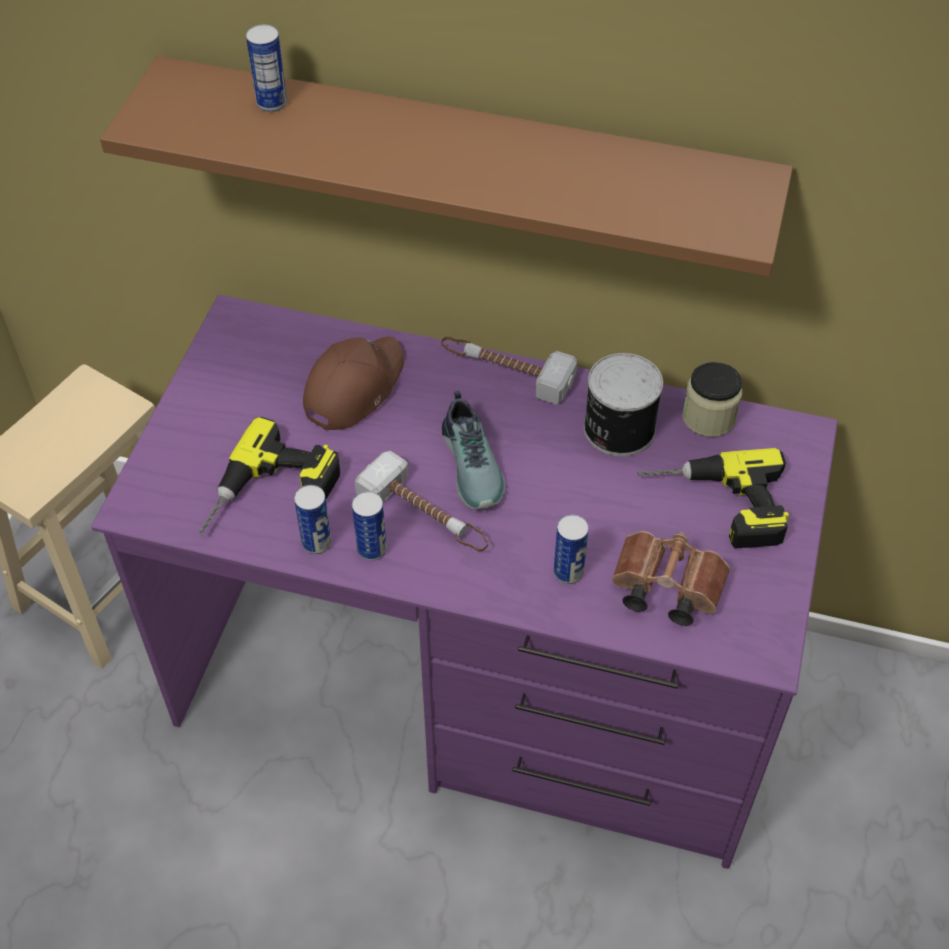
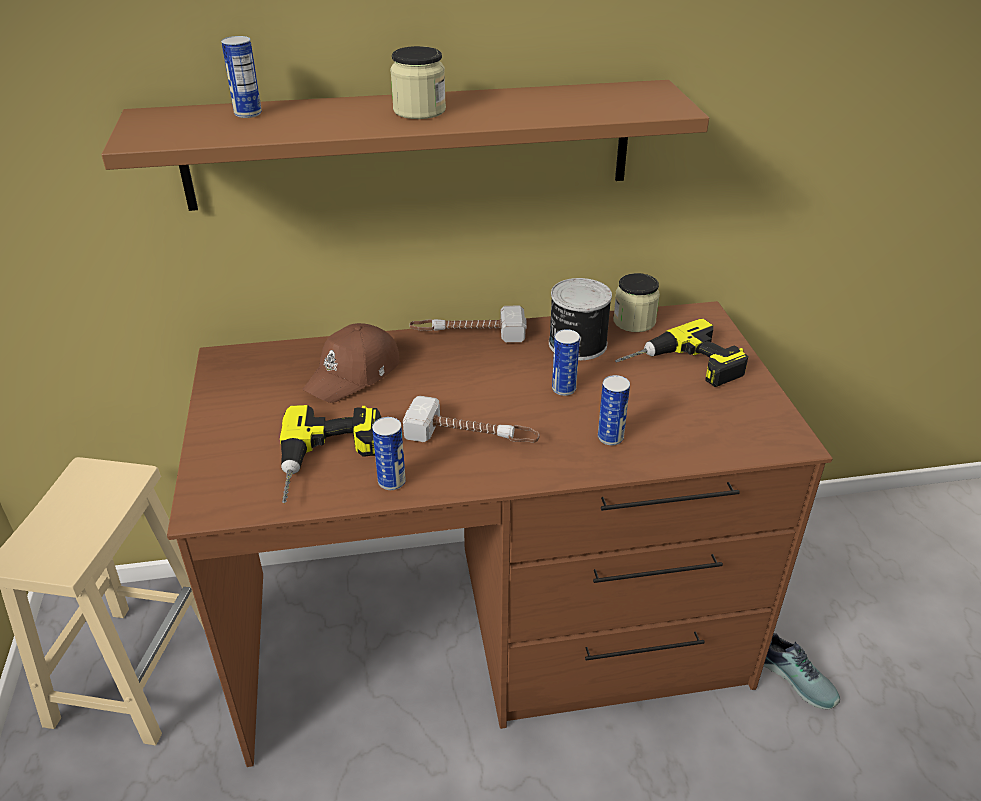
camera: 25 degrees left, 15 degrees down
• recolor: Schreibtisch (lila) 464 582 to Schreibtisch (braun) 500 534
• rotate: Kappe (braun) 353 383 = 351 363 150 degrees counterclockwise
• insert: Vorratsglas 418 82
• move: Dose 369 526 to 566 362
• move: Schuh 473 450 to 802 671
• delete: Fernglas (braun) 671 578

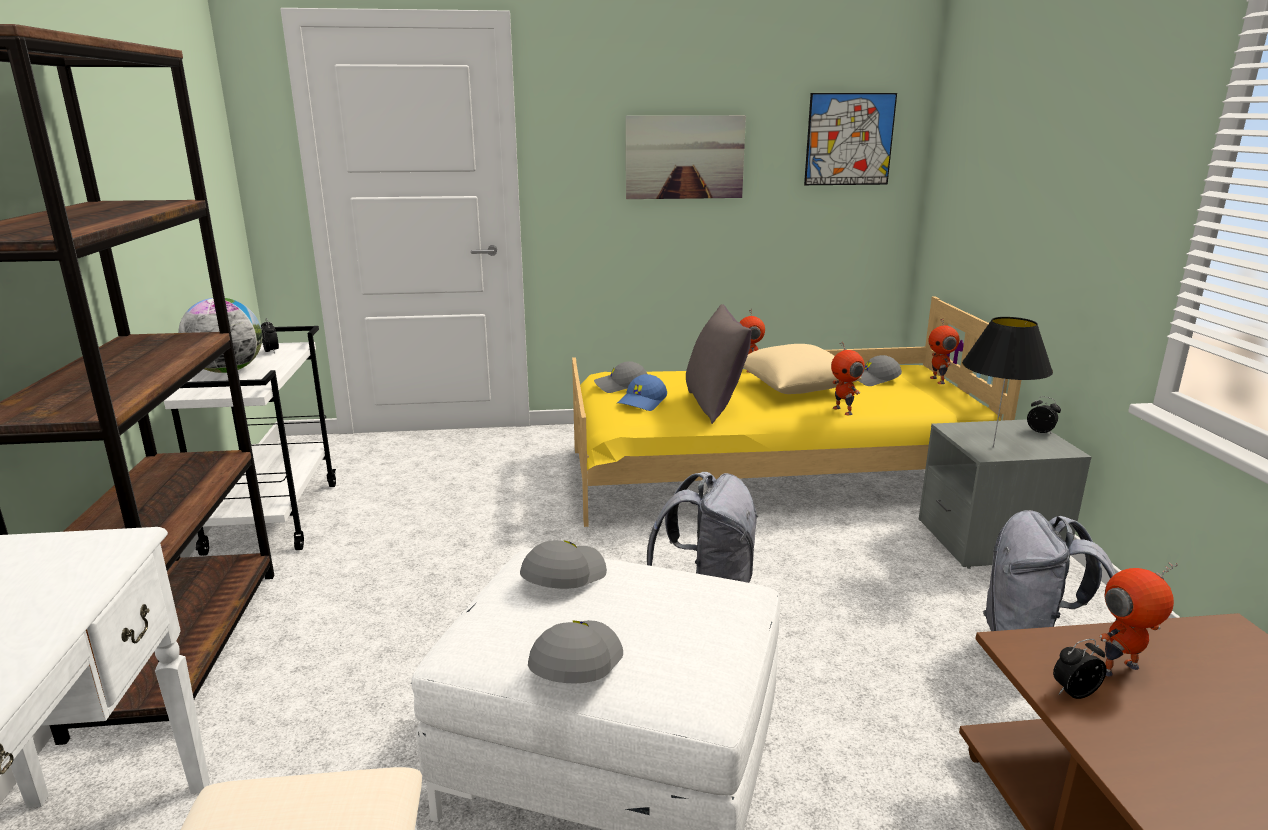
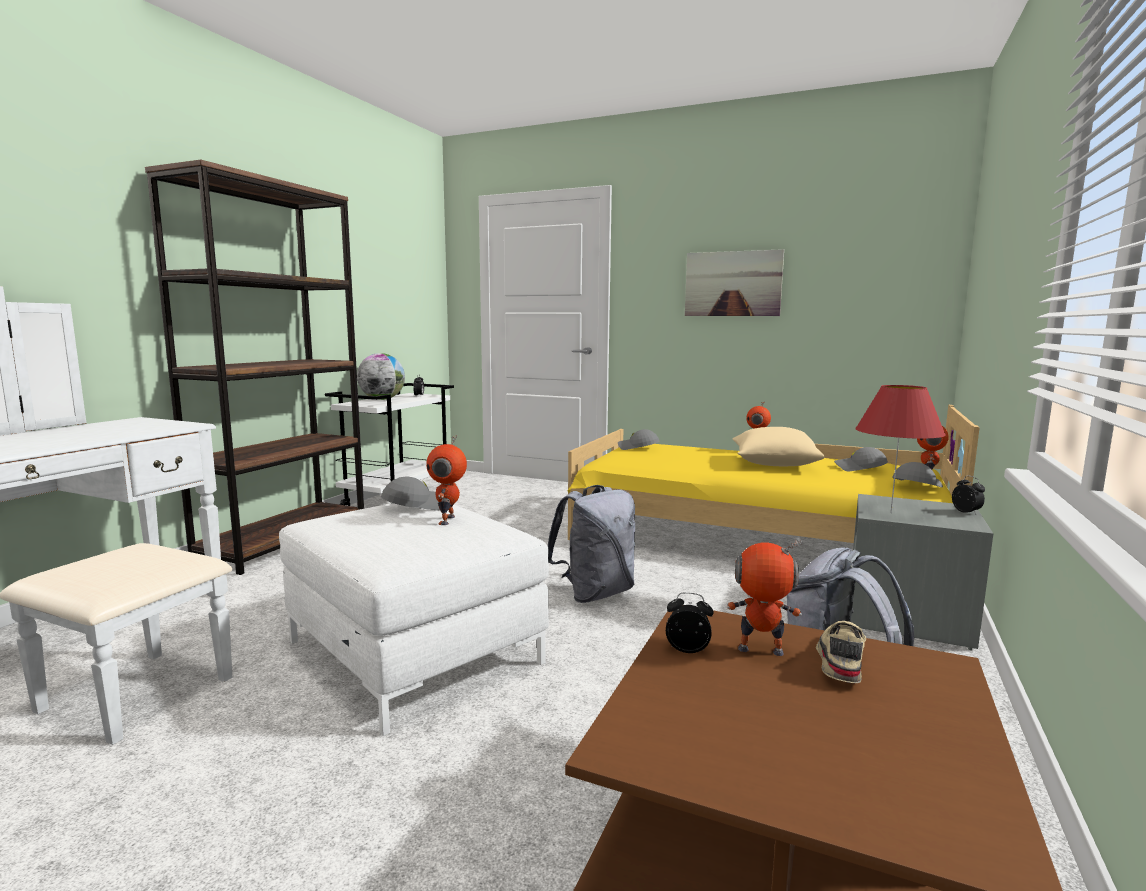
camera: 30 degrees right, 10 degrees down
• move: Spielzeugroboter 848 378 to 446 480
• insert: Schuh (beige) 841 652
• recolor: Tischlampe (schwarz) 1007 382 to Tischlampe (rot) 900 449
• move: Kappe (grau) 575 652 to 917 475
• delete: Kappe (blau) 641 392
• delete: Kissen (grau) 718 364
• delete: Bild 850 139

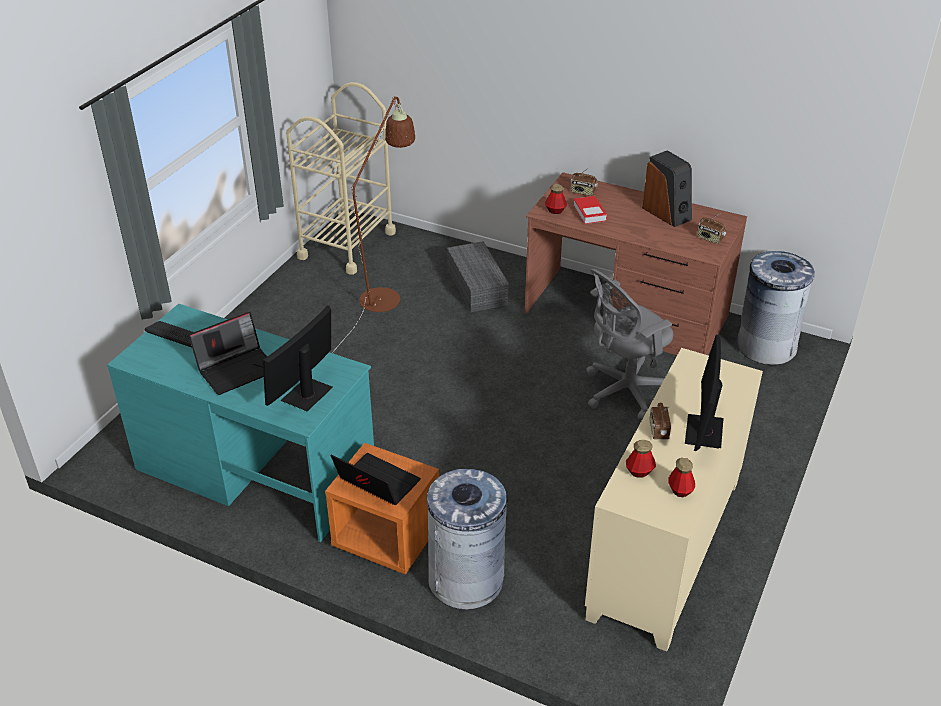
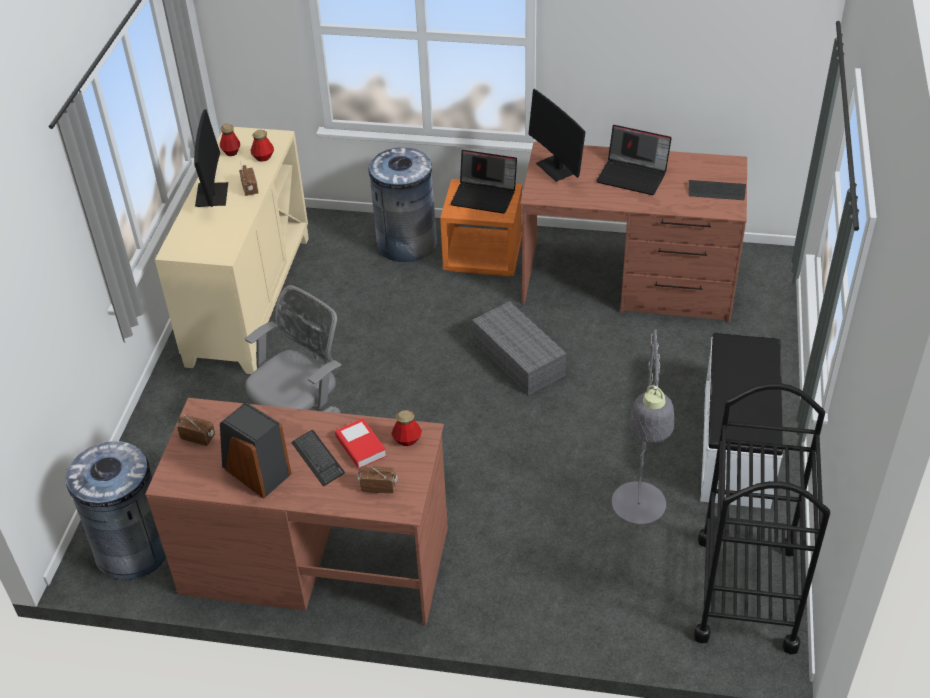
camera: 165 degrees right, 5 degrees up
• insert: Tastatur 318 458
• move: Aufbewahrungsbox (grau) 478 276 to 519 348
• recolor: Schreibtisch (türkis) 240 423 to Schreibtisch (braun) 633 232
• rotate: Monitor 297 358 = 557 135 135 degrees clockwise
• rotate: Laptop 228 353 = 634 160 105 degrees counterclockwise
• recolor: Stehlampe (braun) 373 224 to Stehlampe (grau) 643 426
• recolor: Rollwagen (beige) 341 178 to Rollwagen (schwarz) 762 518
• insert: Bank (weiß) 741 421

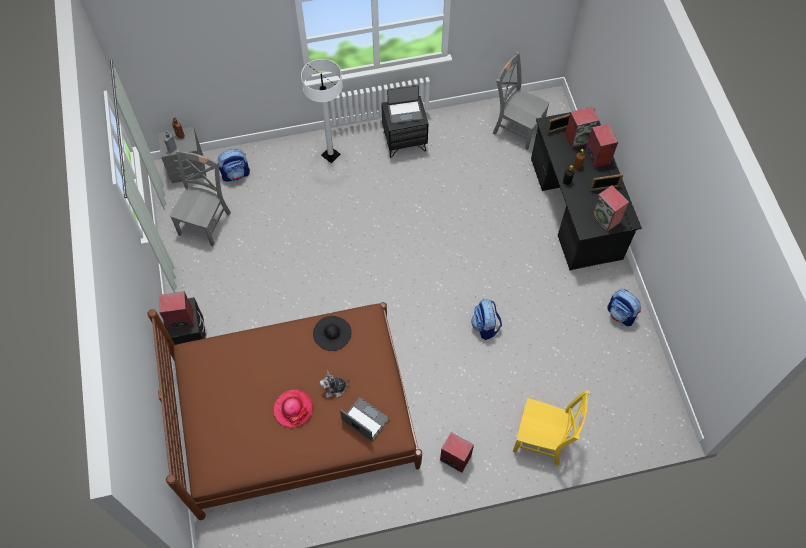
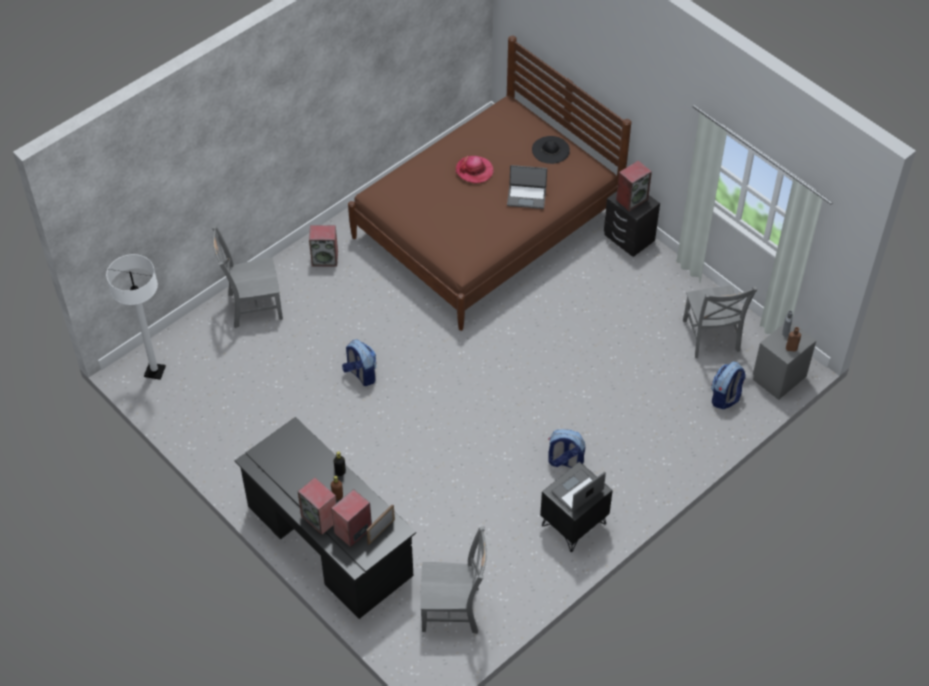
camera: 150 degrees right, 10 degrees down
• move: Stehlampe (weiß) 322 111 to 136 317
• recolor: Stuhl (gelb) 551 428 to Stuhl (grau) 247 277
• move: Laptop 364 419 to 527 187
• move: Hut (schwarz) 332 333 to 551 150
• move: Rucksack 624 307 to 566 448
• delete: Plüschtier 335 384
• delete: Bilderrahmen 607 182
• delete: Lautsprecher 610 208

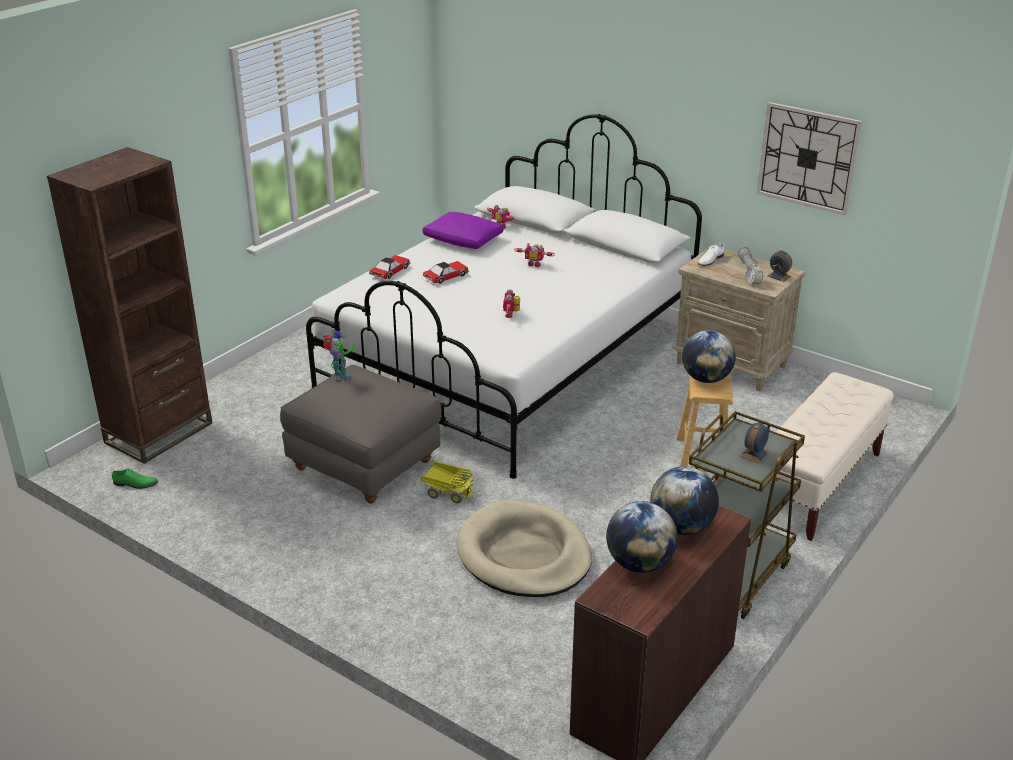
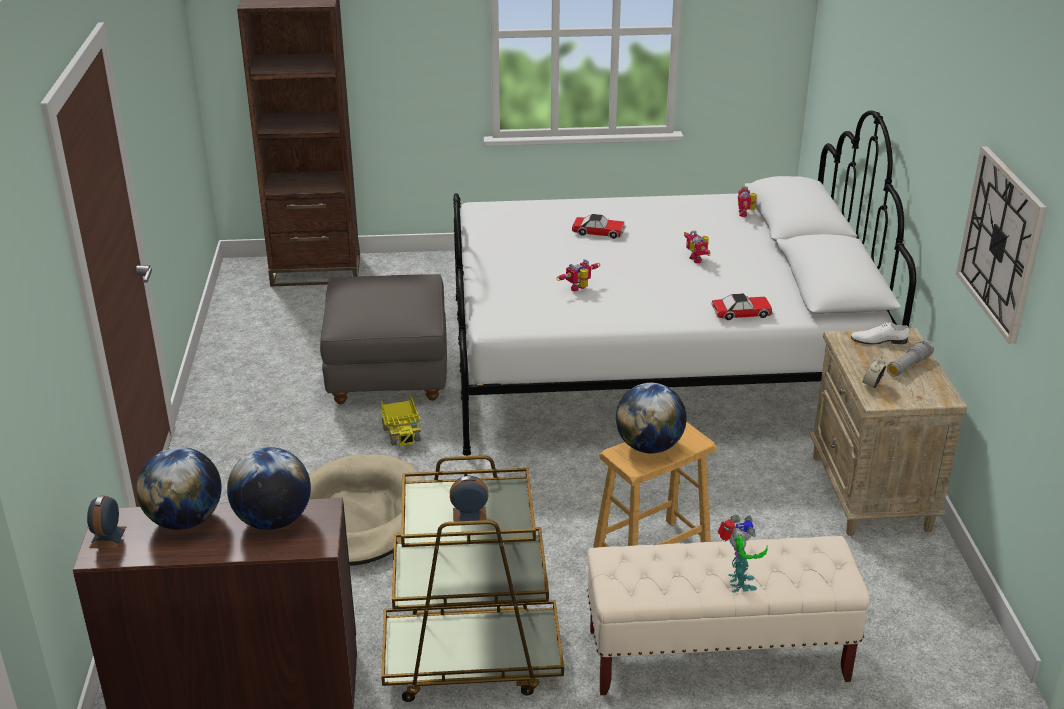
camera: 50 degrees right, 0 degrees up
• move: Wecker 780 266 to 106 522
• move: Spielzeugauto 389 267 to 742 307
• move: Spielzeugroboter 338 356 to 742 554
• delete: Schuh (grün) 135 479
• delete: Kissen (lila) 463 230

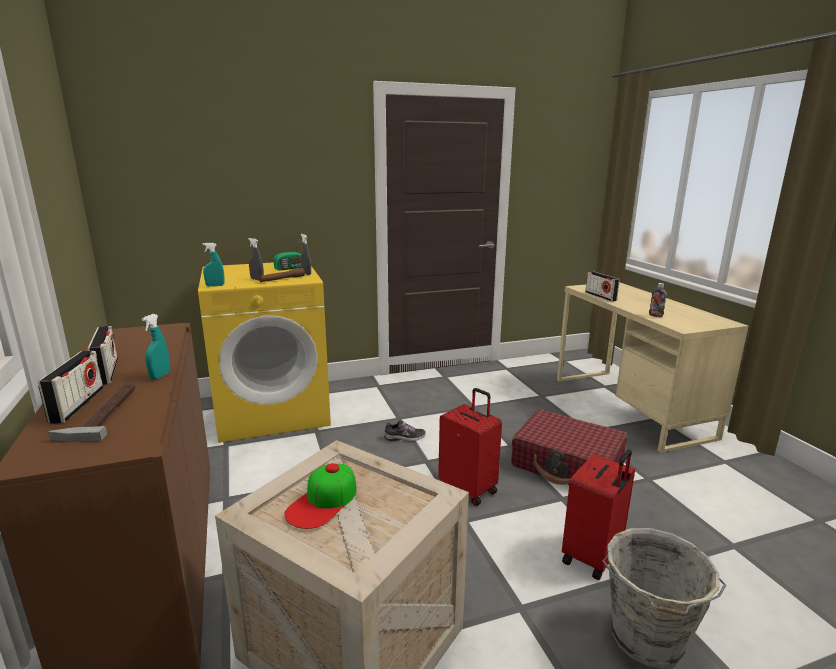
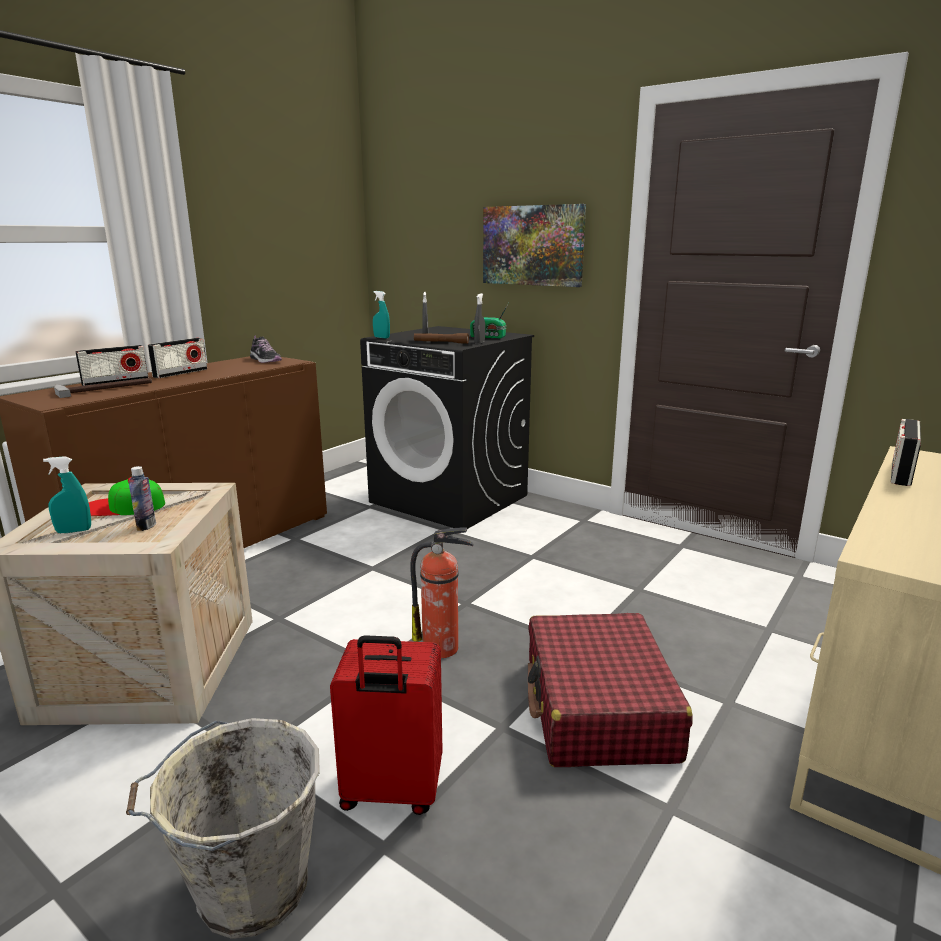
camera: 55 degrees right, 0 degrees up
• move: Sprühflasche (türkis) 156 347 to 67 494
• move: Flasche 658 300 to 142 498
• move: Schuh 405 430 to 266 349
• recolor: Waschmaschine (gelb) 264 352 to Waschmaschine (schwarz) 447 427
• replace: Koffer (rot) 470 447 to Feuerlöscher 442 592
• insert: Bild 534 245

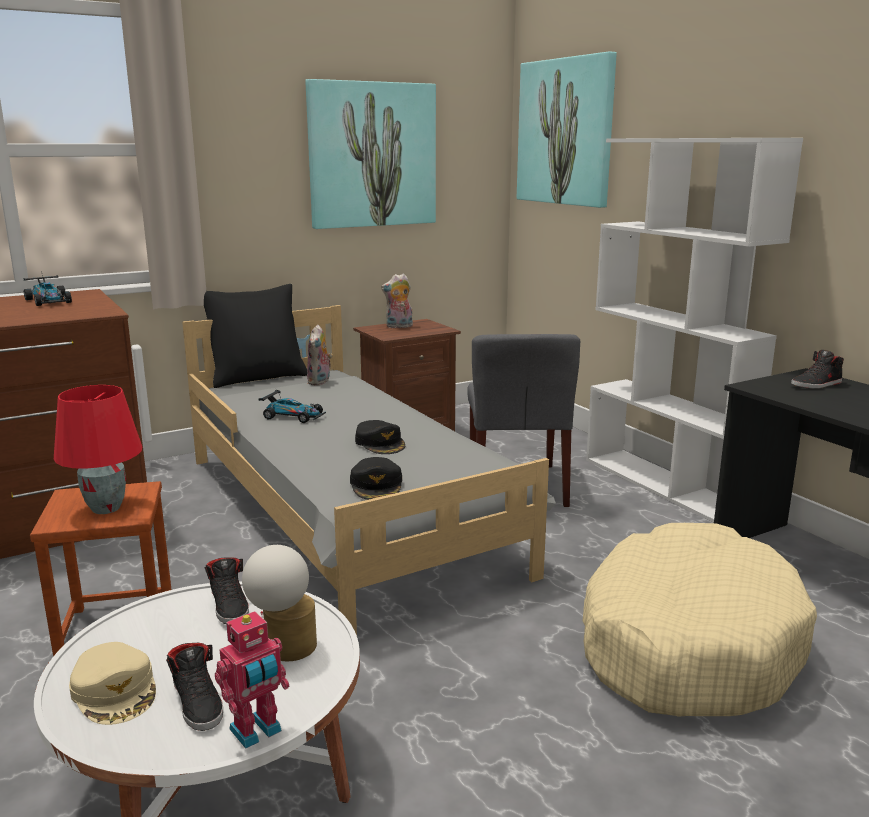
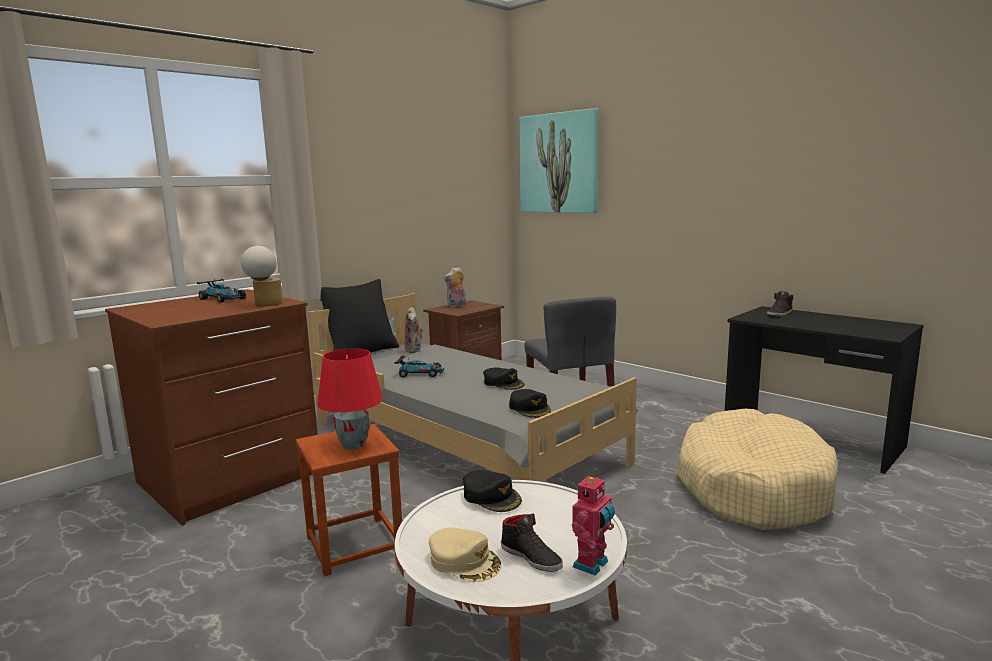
camera: 15 degrees left, 5 degrees down
• move: Tischlampe 279 603 to 262 276
• replace: Schuh (schwarz) 227 591 to Kappe (schwarz) 492 491
• delete: Bild 370 154
• delete: Bücherregal (weiß) 694 330

